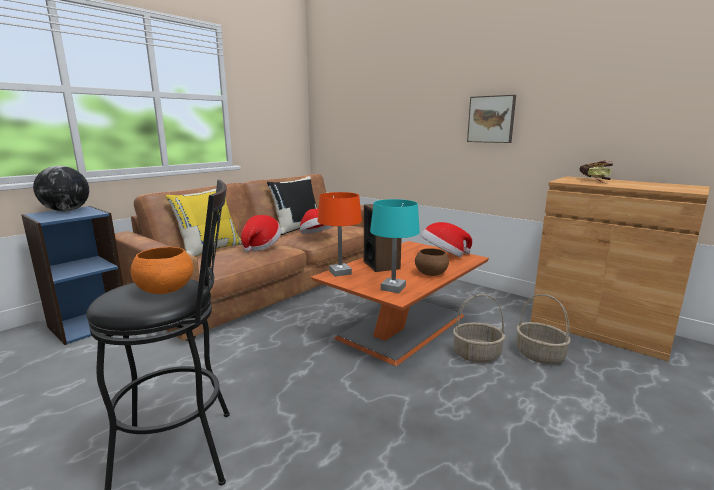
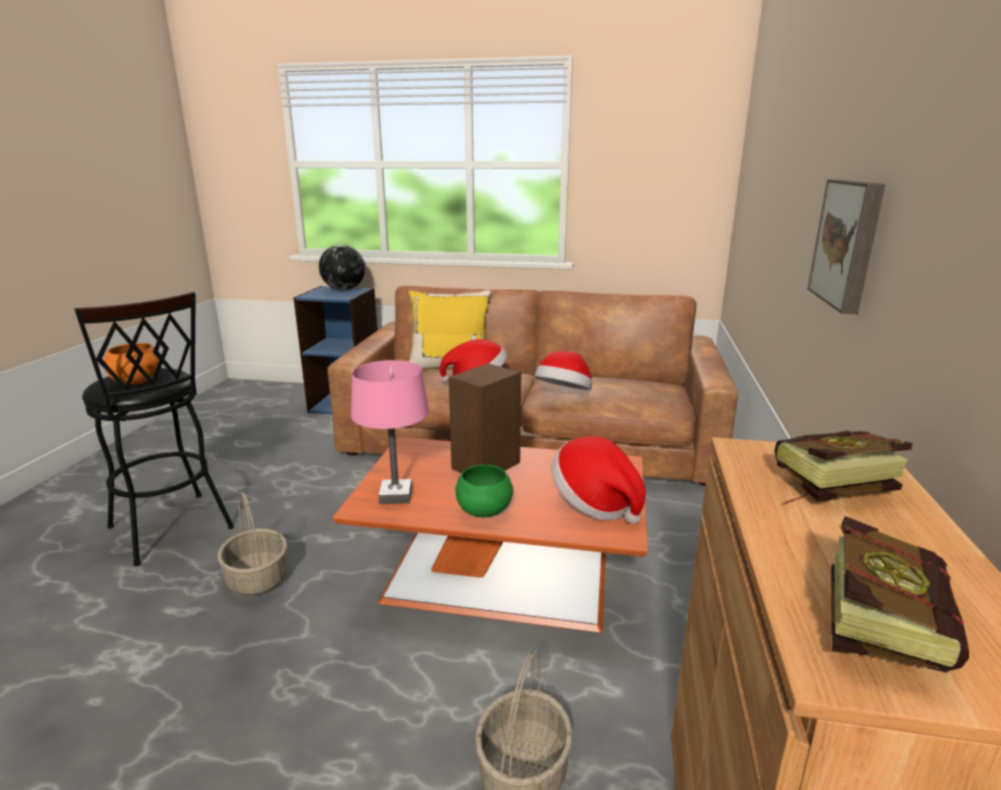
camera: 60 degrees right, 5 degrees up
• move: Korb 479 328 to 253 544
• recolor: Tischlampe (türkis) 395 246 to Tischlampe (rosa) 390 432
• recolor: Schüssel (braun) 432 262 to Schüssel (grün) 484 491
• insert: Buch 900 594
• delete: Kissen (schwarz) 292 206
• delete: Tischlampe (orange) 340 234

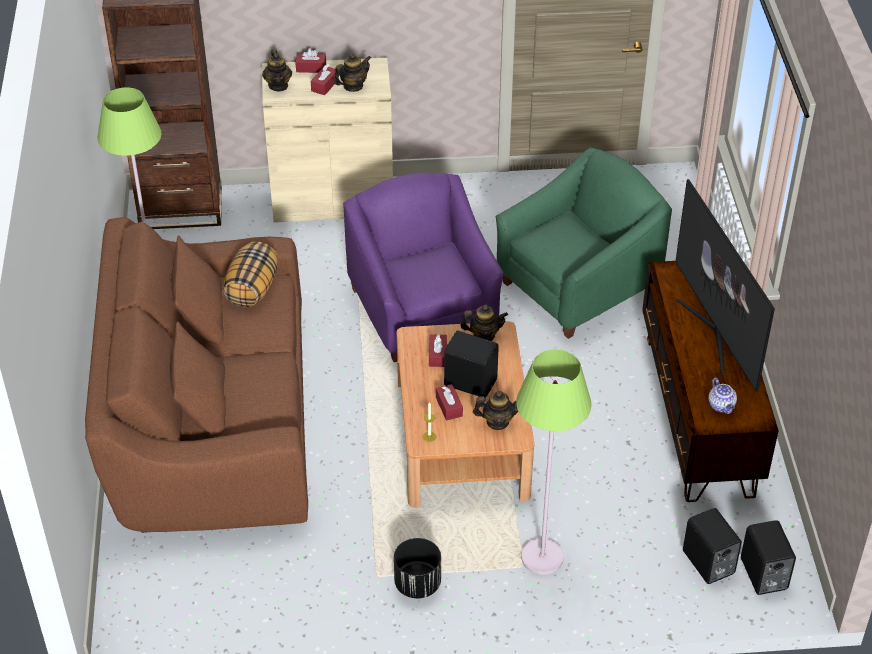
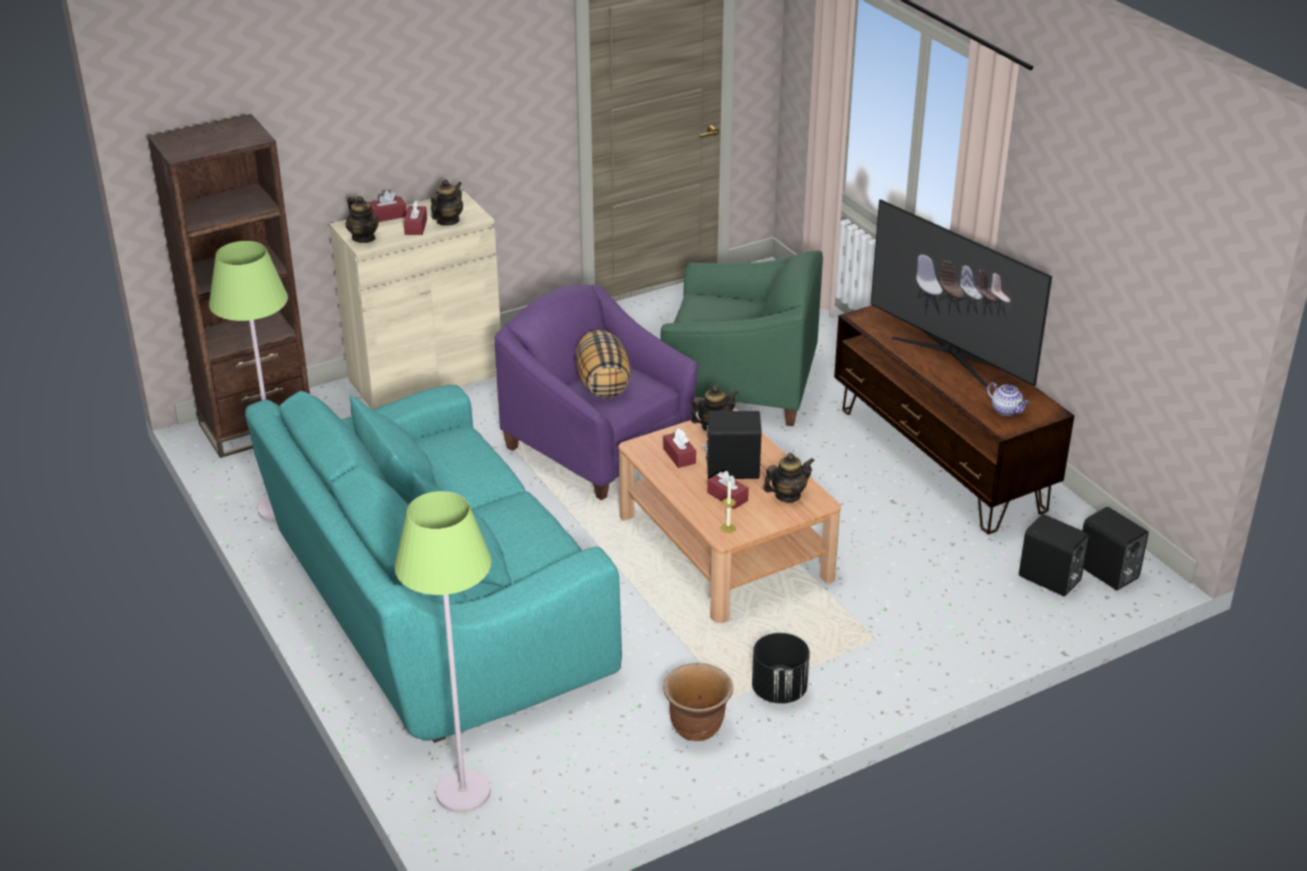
camera: 25 degrees left, 10 degrees down
• recolor: Sofa (braun) 196 375 to Sofa (türkis) 433 564
• move: Stehlampe (grün) 553 462 to 442 652
• move: Kissen 250 274 to 603 364
• rotate: Sessel (grün) 584 243 = 741 338 75 degrees clockwise
• insert: Pflanzkübel (braun) 698 702

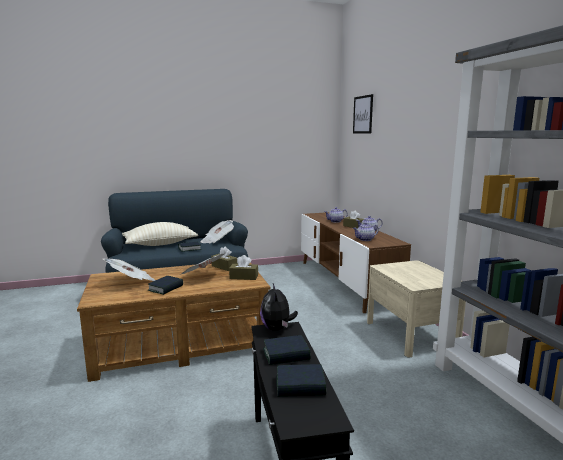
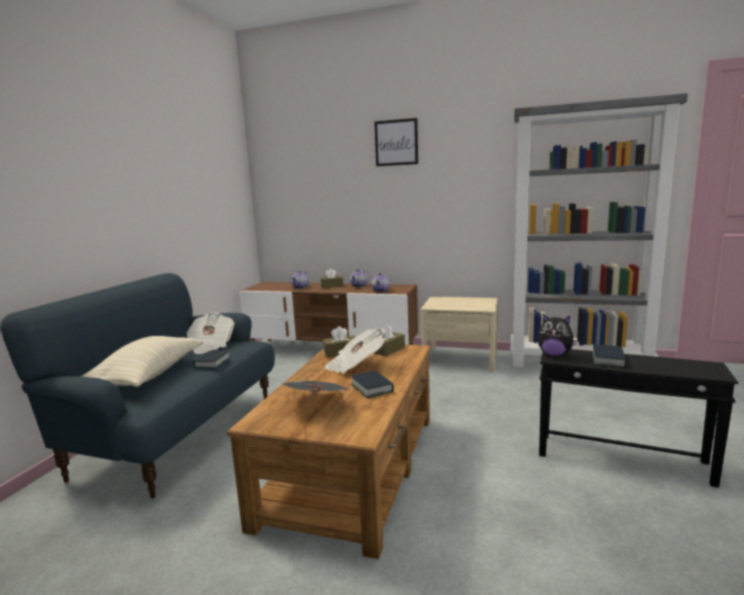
camera: 55 degrees left, 0 degrees up
• move: Bild 363 113 to 396 142
• delete: Buch 301 380

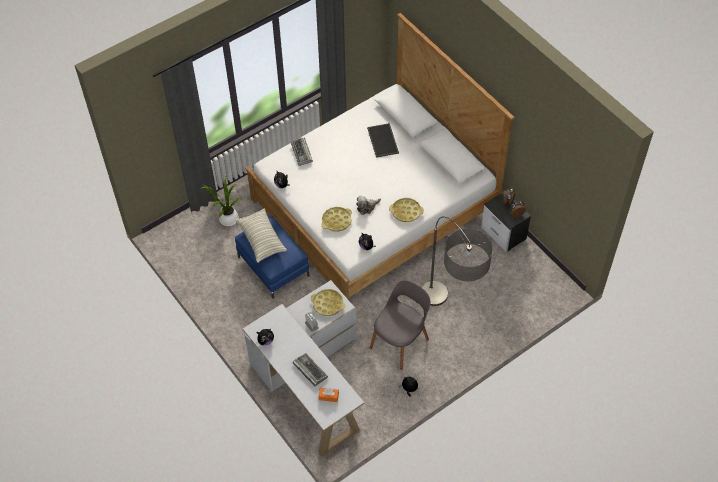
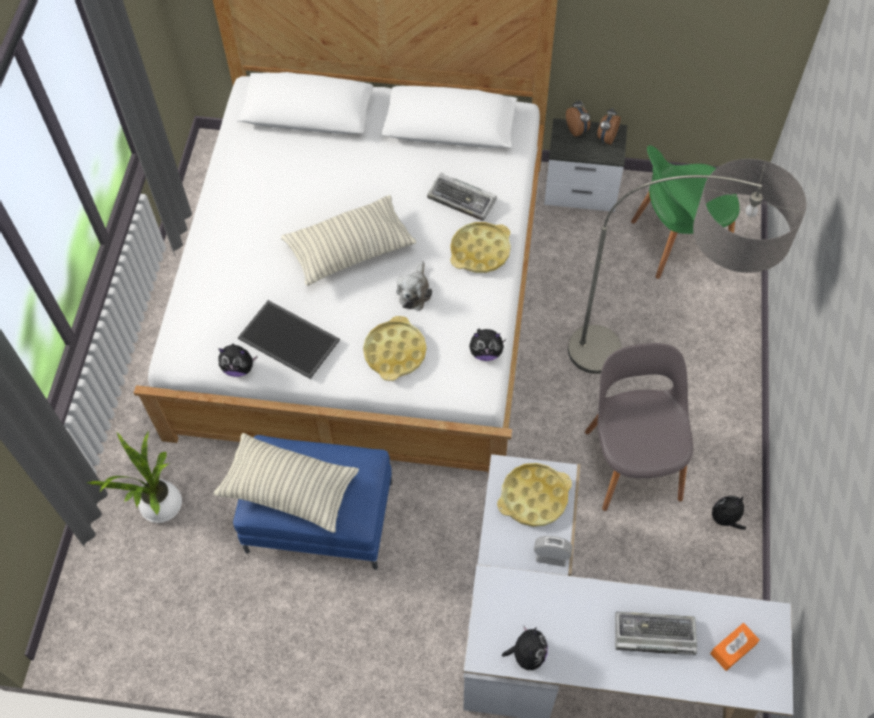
camera: 45 degrees left, 5 degrees up
• move: Tablett 383 140 to 289 339
• insert: Kissen 348 240
• move: Tastatur 302 151 to 462 197
• insert: Stuhl (grün) 685 212

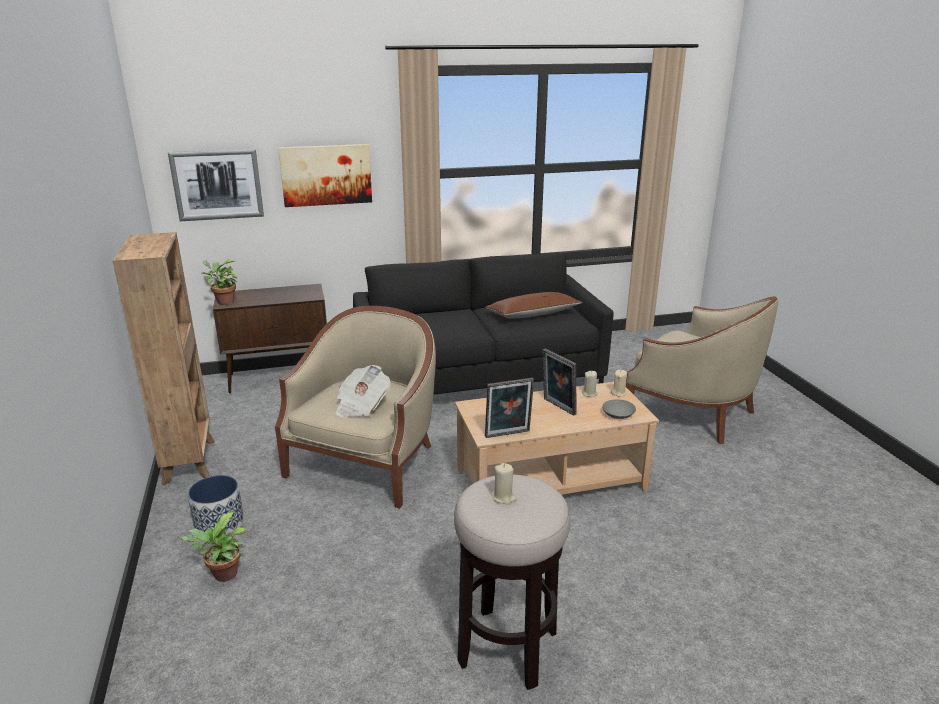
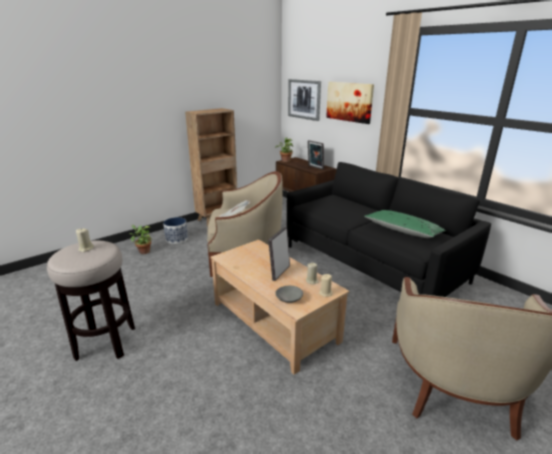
camera: 65 degrees right, 0 degrees up
• move: Bilderrahmen 509 408 to 316 155
• recolor: Kissen (braun) 533 305 to Kissen (grün) 405 224

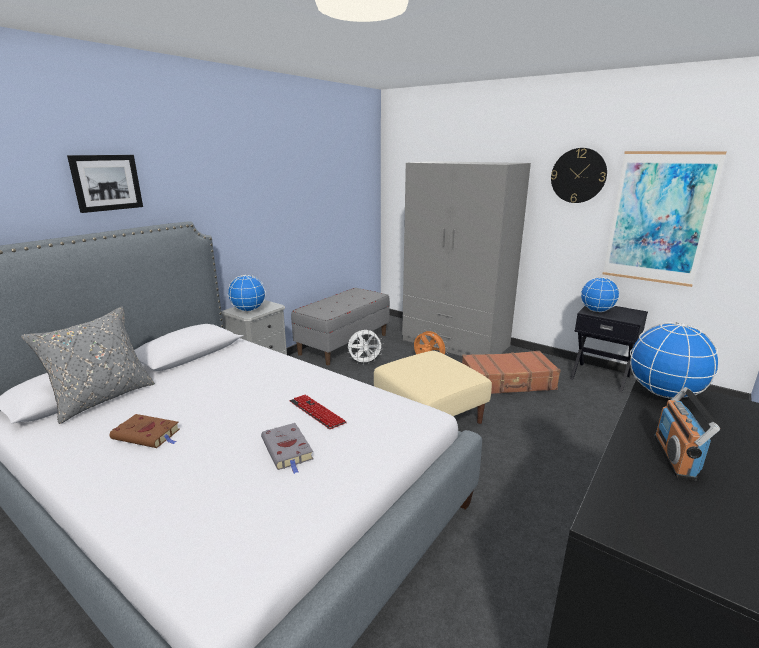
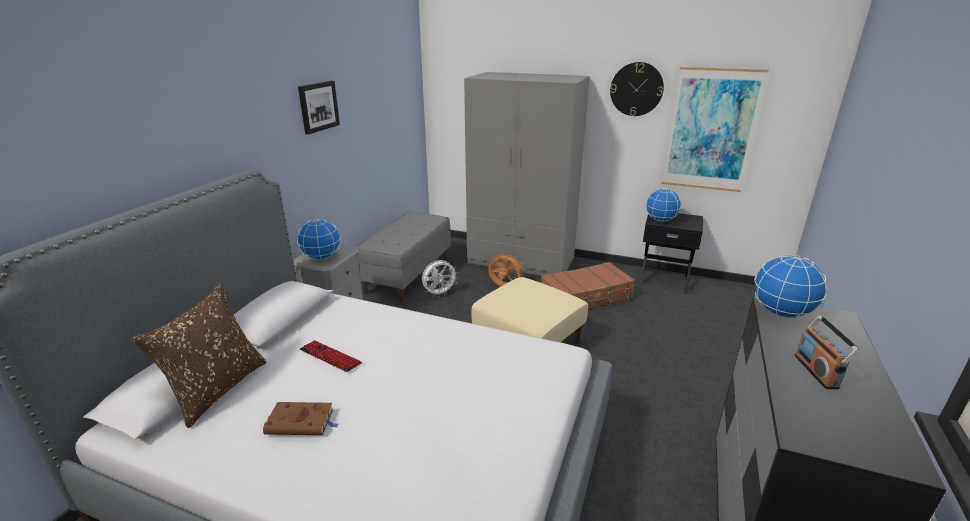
camera: 15 degrees left, 5 degrees up
• recolor: Kissen (grau) 88 365 to Kissen (braun) 199 355
• move: Bild 105 184 to 319 108
• move: Tastatur 318 412 to 331 356
• delete: Buch (grau) 287 448

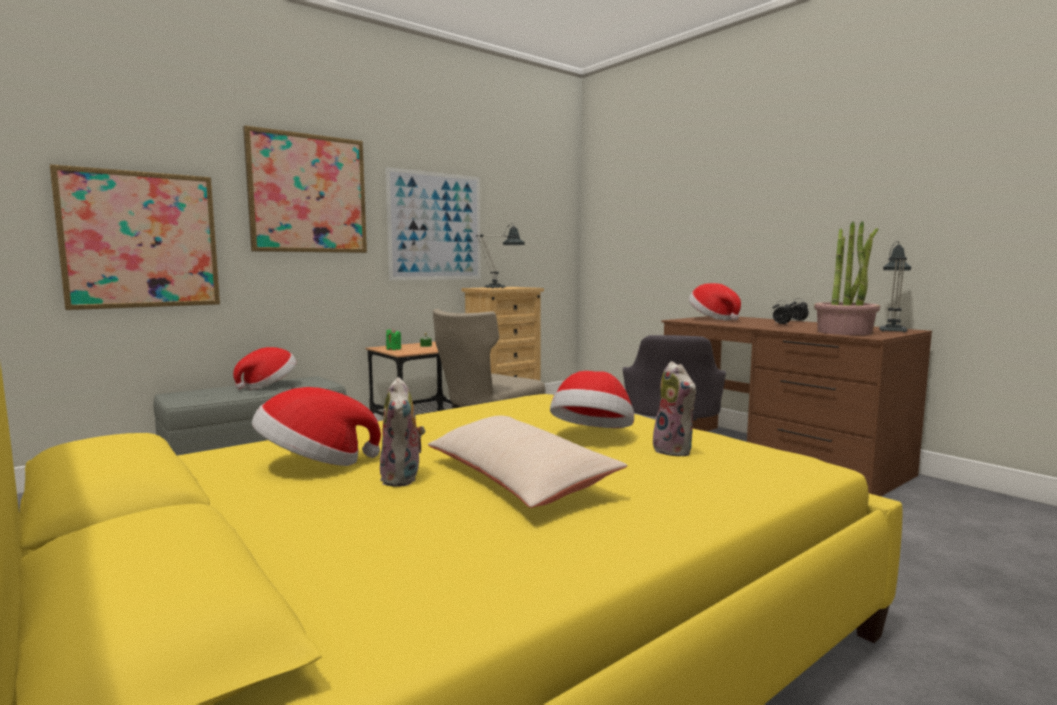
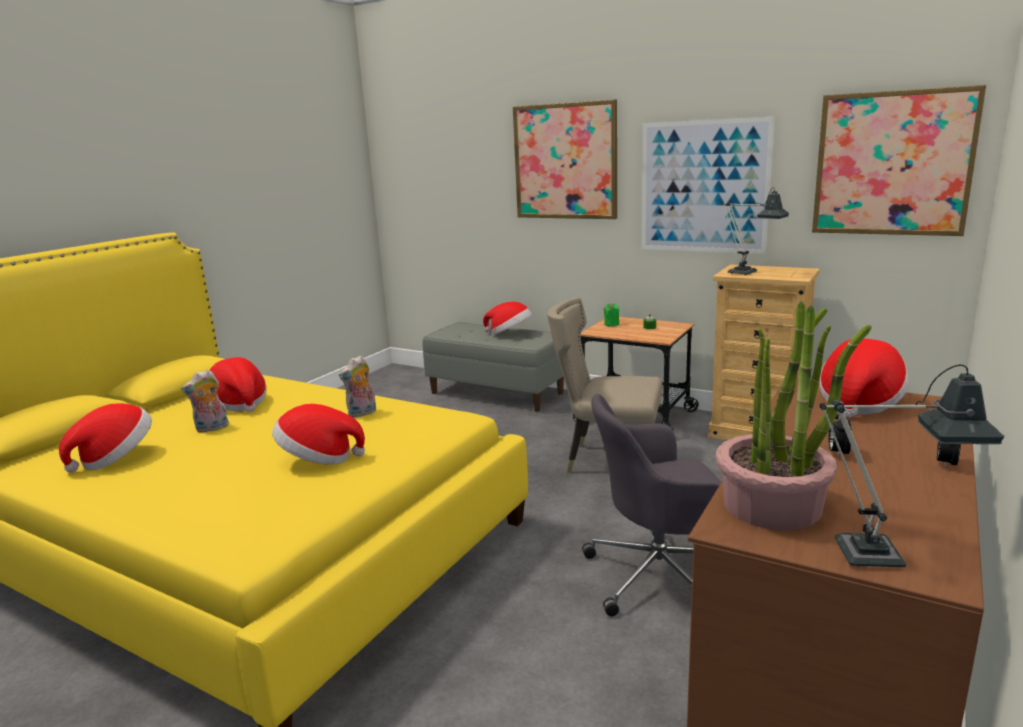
camera: 70 degrees right, 10 degrees up
• insert: Hut 105 438
• move: Plüschtier 673 408 to 357 387
• move: Bild 135 237 to 899 160
• delete: Kissen (beige) 527 462

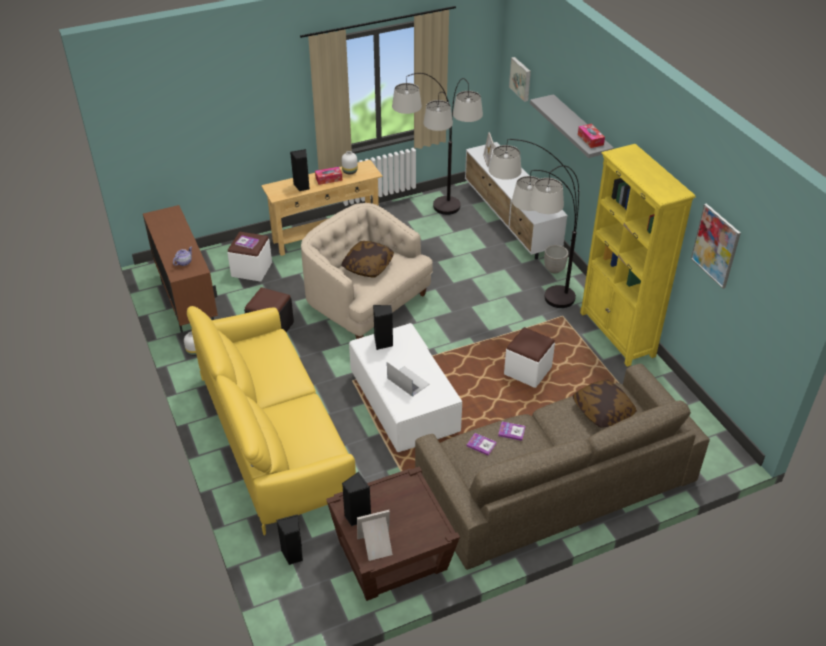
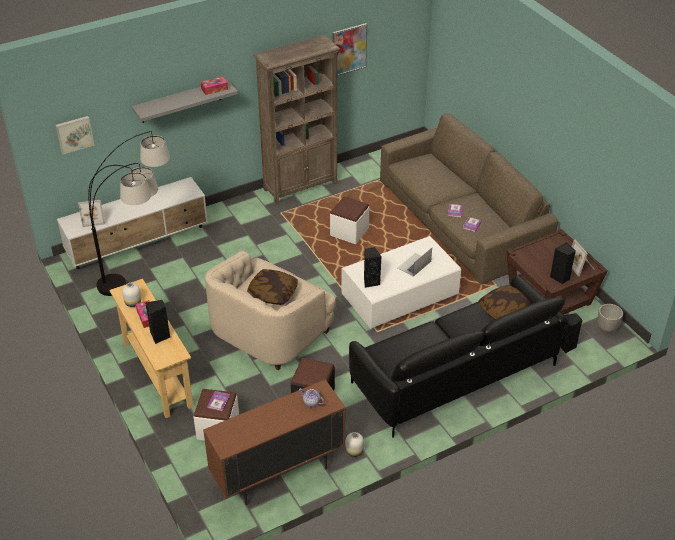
camera: 95 degrees left, 0 degrees up
• recolor: Bücherregal (gelb) 638 255 to Bücherregal (braun) 296 119
• recolor: Sofa (gelb) 271 420 to Sofa (schwarz) 457 357
• move: Kissen 605 404 to 504 302
• move: Pflanzkübel 556 259 to 610 318
• delete: Stehlampe 534 223

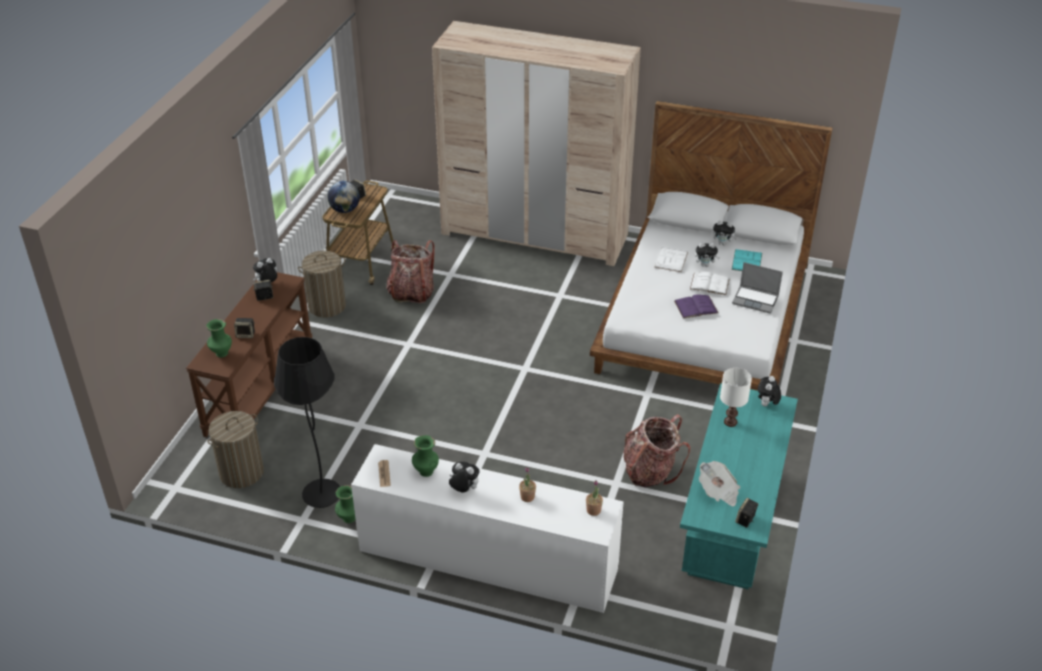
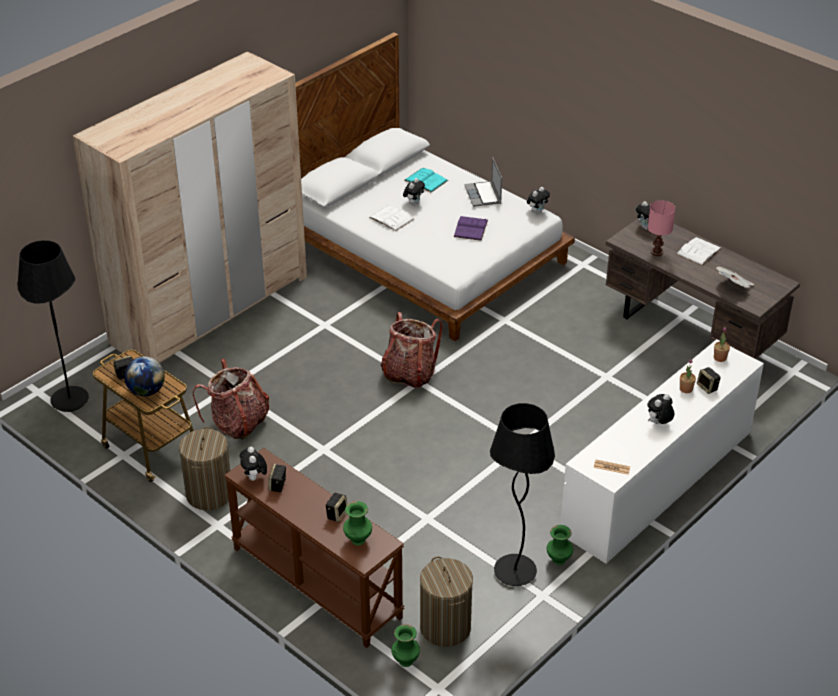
camera: 65 degrees left, 0 degrees up
• insert: Stehlampe (schwarz) 53 326
• move: Rucksack 656 450 to 411 350
• move: Vase (grün) 425 456 to 405 645
• rotate: Laptop 757 287 = 483 182 120 degrees clockwise
• move: Plüschtier 725 232 to 538 200
• recolor: Schreibtisch (türkis) 739 486 to Schreibtisch (braun) 703 289
• recolor: Tischlampe (weiß) 736 397 to Tischlampe (rosa) 662 228
• move: Buch (weiß) 710 283 to 699 251
• move: Lautsprecher 746 513 to 709 380

